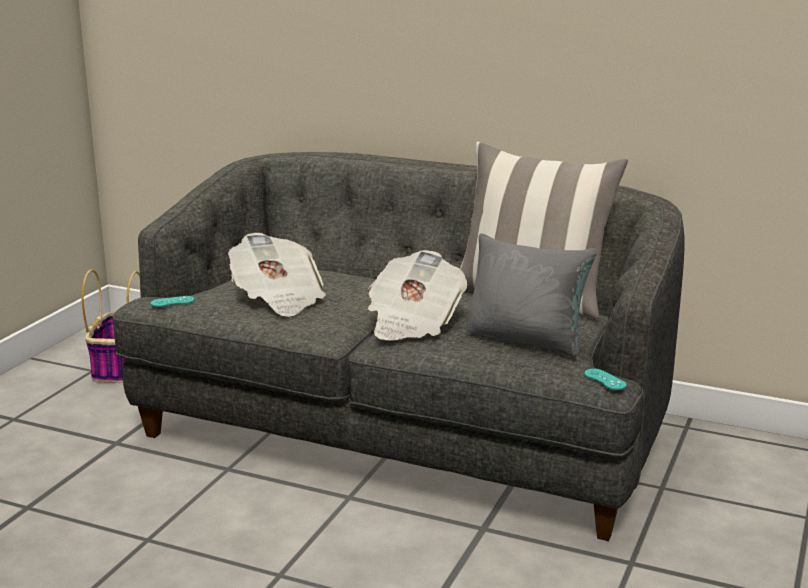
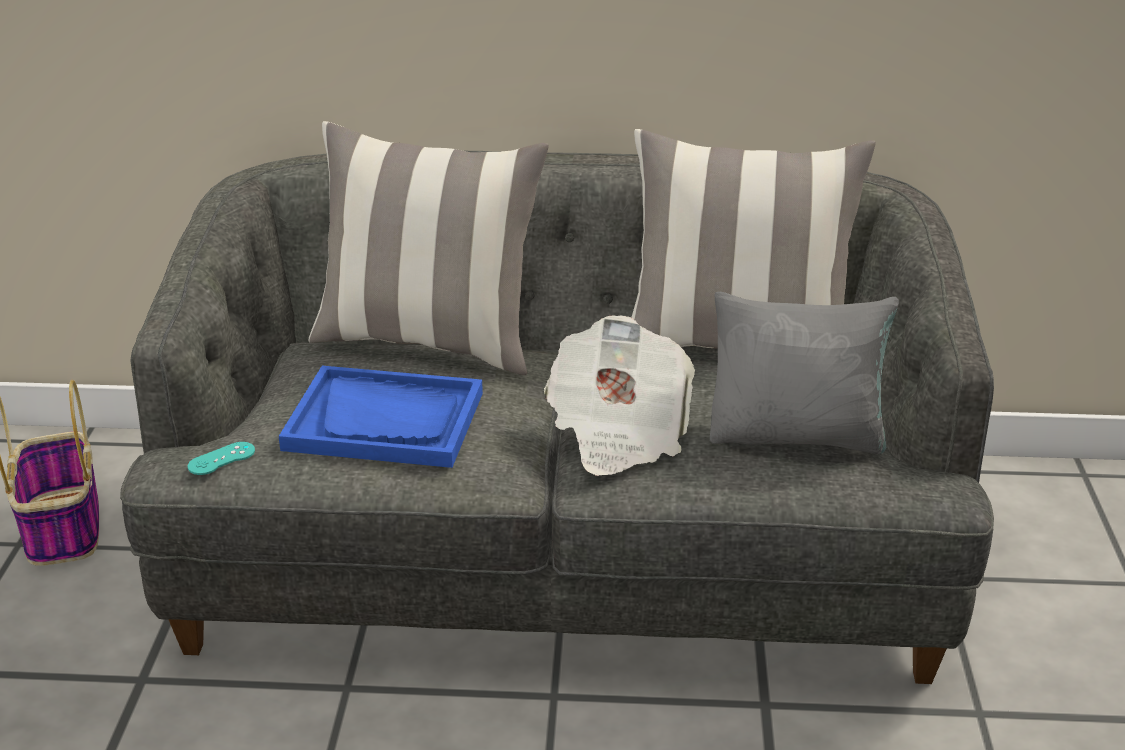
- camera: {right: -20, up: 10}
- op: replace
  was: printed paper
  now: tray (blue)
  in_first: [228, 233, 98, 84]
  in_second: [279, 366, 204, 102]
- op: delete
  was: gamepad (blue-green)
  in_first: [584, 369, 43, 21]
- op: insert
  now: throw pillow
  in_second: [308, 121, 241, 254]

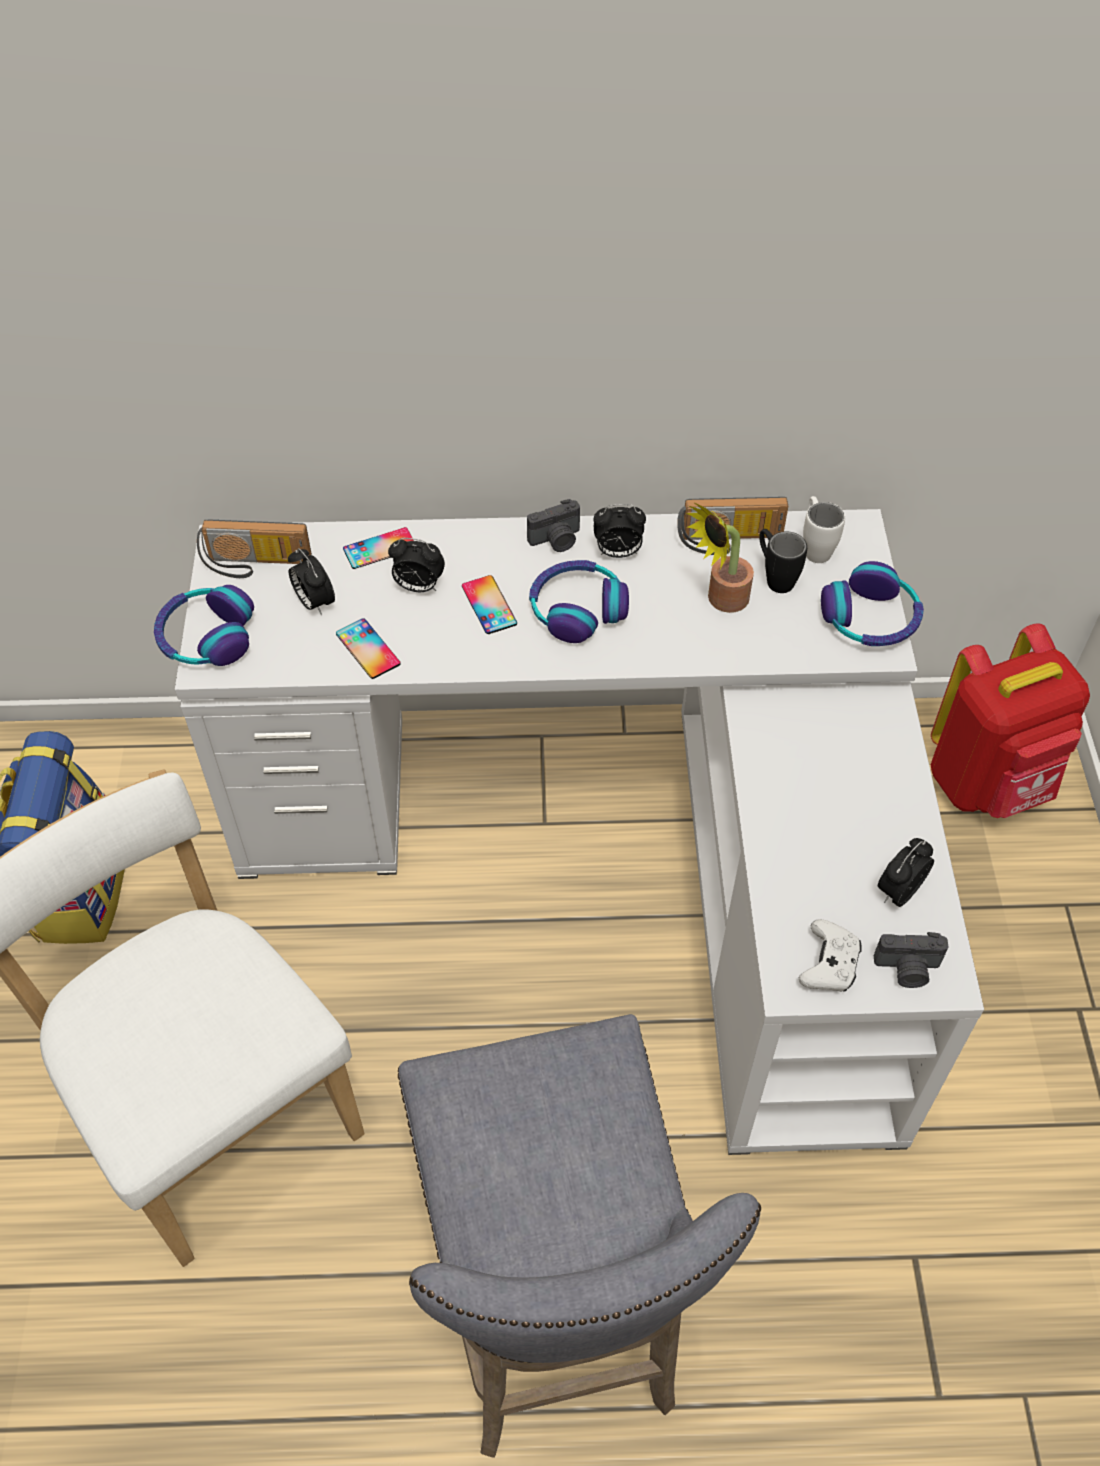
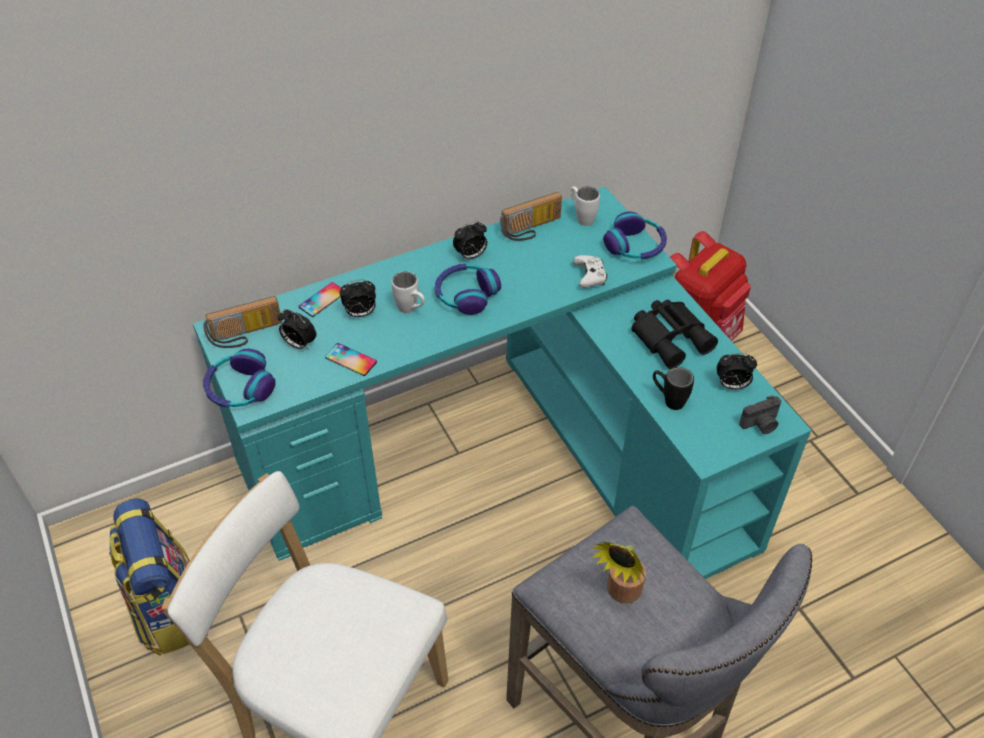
- camera: {right: -25, up: -5}
- op: delete
  was: photo camera
  in_first: [527, 499, 53, 53]
- op: move
  was: houseplant
  in_first: [686, 502, 68, 111]
  in_second: [591, 542, 55, 62]
- op: recolor
  was: desk table (white-coloured)
  now: desk table (blue-green)
  in_first: [175, 509, 809, 646]
  in_second: [193, 187, 618, 392]
- op: move
  was: mug (black)
  in_first: [759, 529, 48, 64]
  in_second: [653, 367, 41, 43]
- op: replace
  was: telephone
  now: mug (white-coloured)
  in_first: [462, 575, 55, 59]
  in_second: [392, 271, 33, 42]
- op: rotate
  was: bedside clock
  in_first: [878, 838, 56, 69]
  in_second: [717, 353, 40, 37]
  clockwise: -105
- op: move
  was: gamepad (white-coloured)
  in_first: [798, 919, 64, 73]
  in_second: [573, 255, 34, 33]
- op: insert
  now: field glasses (black)
  in_second: [631, 300, 87, 69]

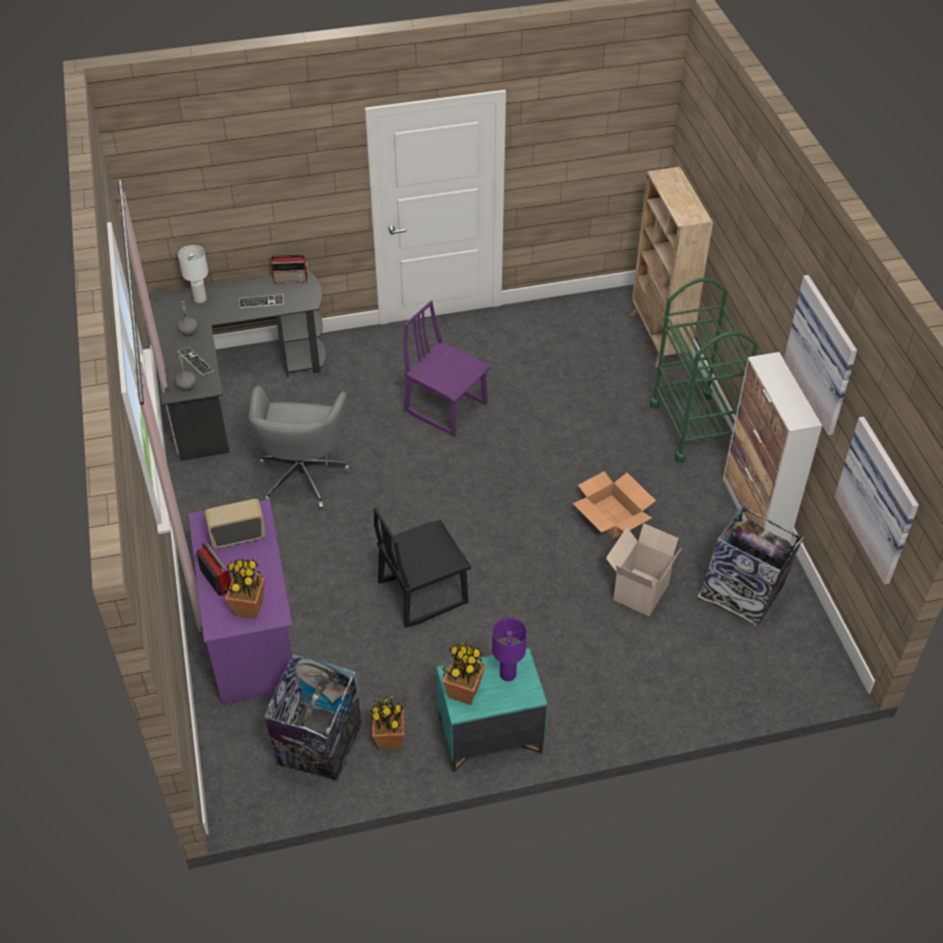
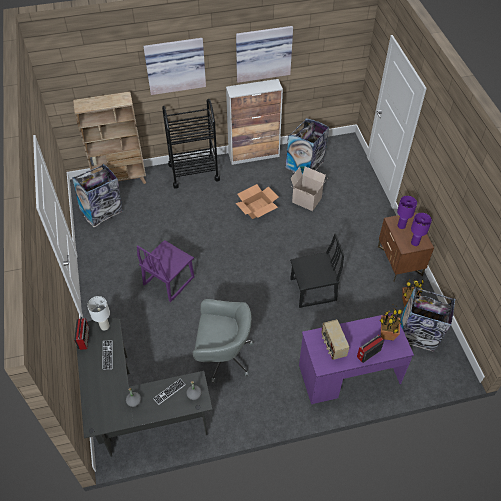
- camera: {right: -90, up: 5}
- op: move
  was: table lamp (white-coloured)
  in_first: [178, 245, 30, 58]
  in_second: [87, 296, 23, 35]
- op: recolor
  was: trolley (greenish)
  now: trolley (black)
  in_first: [650, 278, 108, 185]
  in_second: [162, 99, 58, 90]
- op: move
  was: wall picture
  in_first: [835, 417, 84, 168]
  in_second: [143, 38, 63, 57]
- op: rotate
  was: upright chair (black)
  in_first: [373, 507, 98, 121]
  in_second: [290, 233, 54, 75]
  clockwise: -75
- op: replace
  was: houseplant
  now: table lamp (purple)
  in_first: [443, 643, 42, 62]
  in_second: [411, 213, 21, 33]
- op: recolor
  was: nightstand (blue-green)
  now: nightstand (brown-coloured)
  in_first: [436, 648, 112, 125]
  in_second: [378, 212, 56, 70]
- op: insert
  now: waste bin
  in_second: [72, 164, 50, 63]

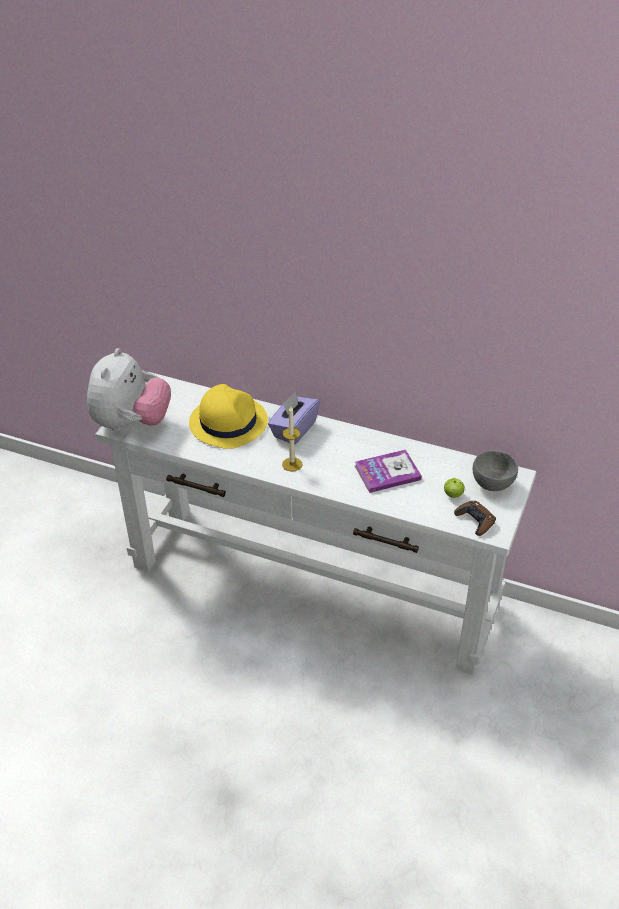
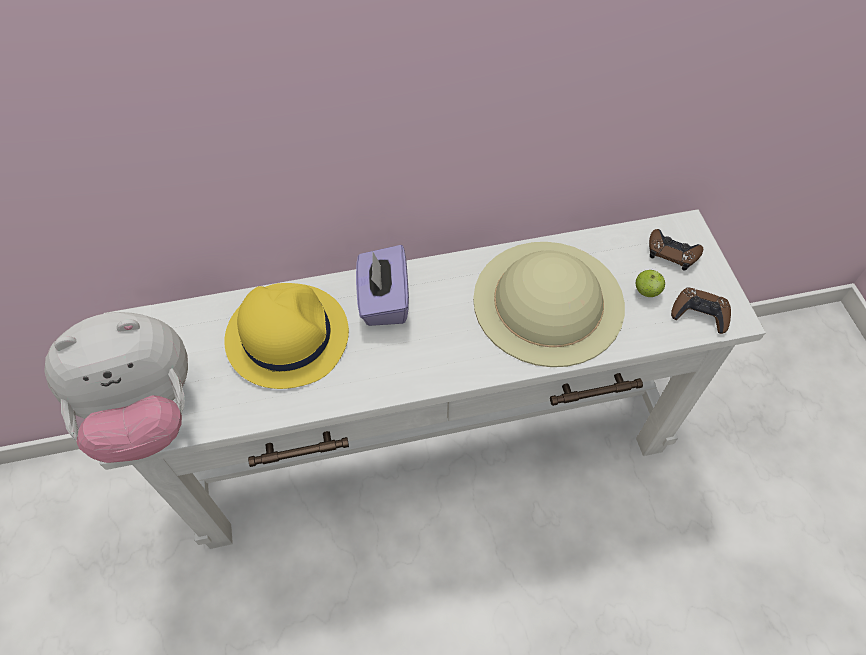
- camera: {right: -35, up: 15}
- op: rotate
  was: plush toy
  in_first: [87, 348, 84, 83]
  in_second: [44, 312, 144, 151]
  clockwise: 90
- op: delete
  was: wax candle
  in_first: [282, 406, 20, 66]
- op: replace
  was: volume
  now: hat (beige)
  in_first: [355, 449, 67, 44]
  in_second: [473, 242, 152, 125]
- op: replace
  was: bowl (grey)
  now: gamepad (brown-coloured)
  in_first: [473, 451, 45, 40]
  in_second: [649, 229, 54, 42]

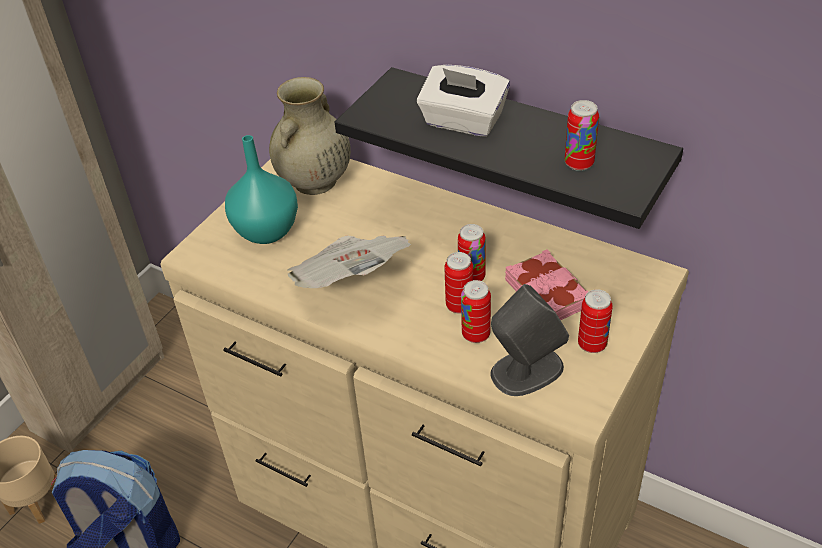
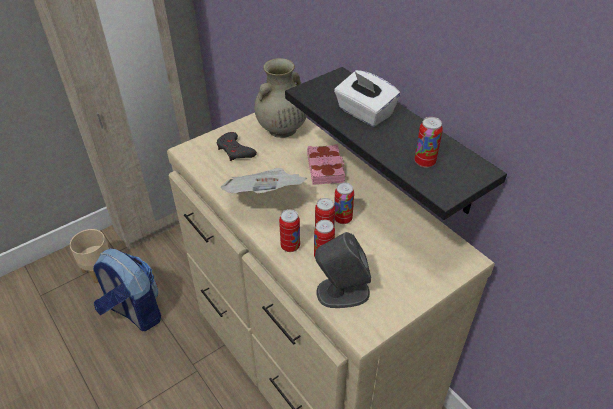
- camera: {right: 20, up: 0}
- op: replace
  was: flower vase (blue-green)
  now: gamepad (grey)
  in_first: [225, 135, 73, 109]
  in_second: [217, 132, 40, 29]
- op: move
  was: volume (pink)
  in_first: [505, 249, 83, 71]
  in_second: [307, 144, 38, 41]
- op: move
  was: sealed can
  in_first: [578, 289, 35, 64]
  in_second: [279, 209, 21, 43]

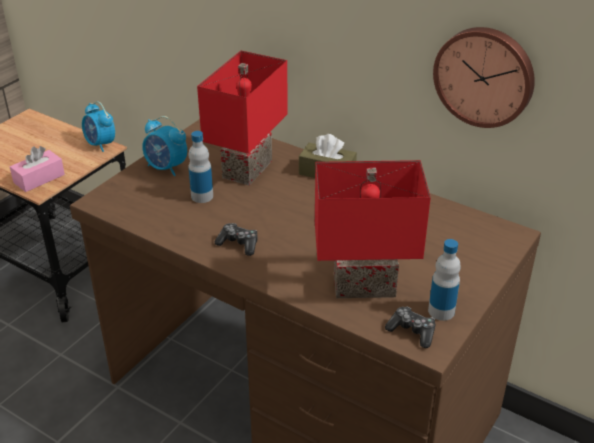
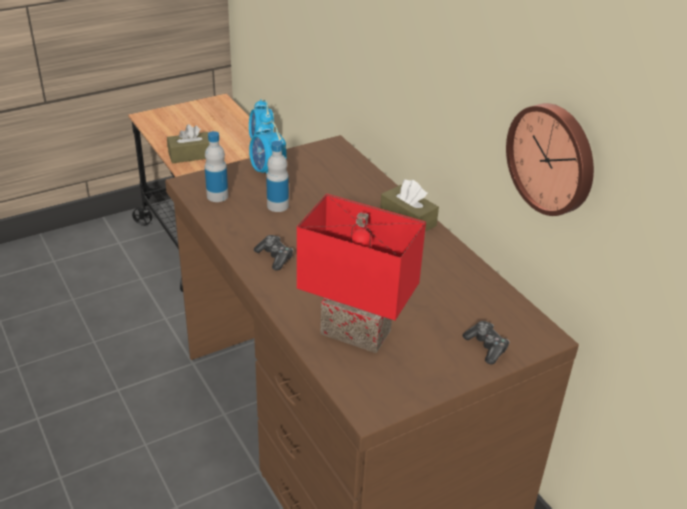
- camera: {right: 25, up: 0}
- op: delete
  was: table lamp (red-coloured)
  in_first: [197, 51, 91, 134]
- op: recolor
  was: tissue box (pink)
  now: tissue box (brown-coloured)
  in_first: [10, 146, 55, 46]
  in_second: [167, 124, 42, 39]
- op: move
  was: drink bottle
  in_first: [428, 239, 33, 82]
  in_second: [205, 131, 23, 71]
- op: move
  was: gamepad
  in_first: [385, 307, 51, 41]
  in_second: [462, 321, 48, 43]

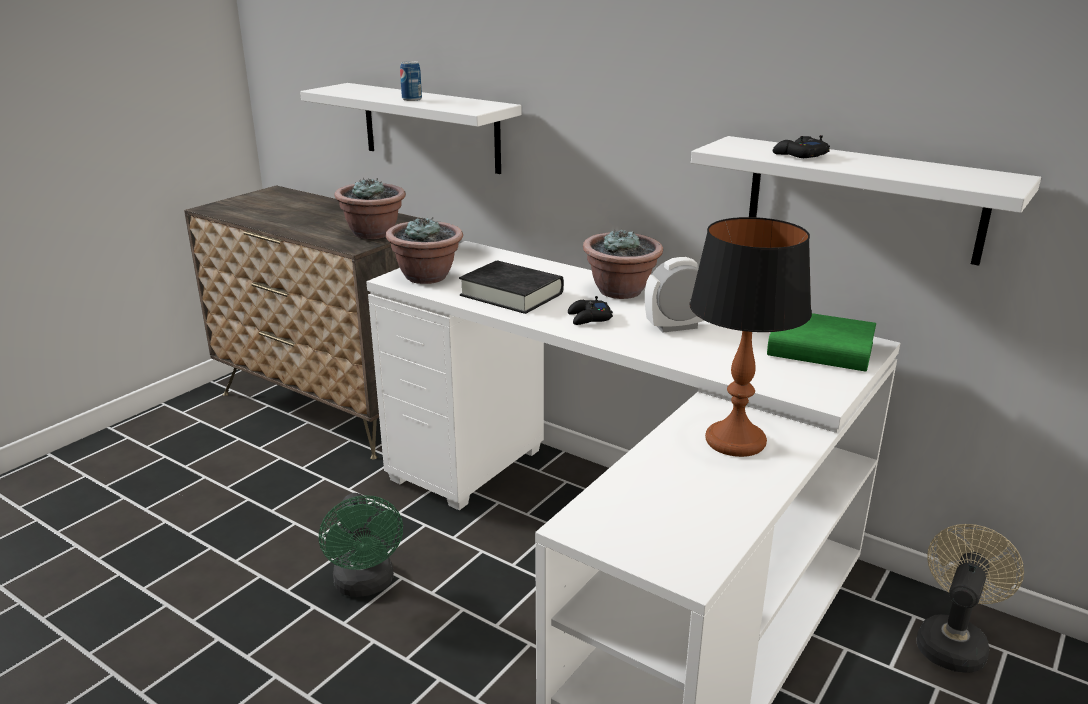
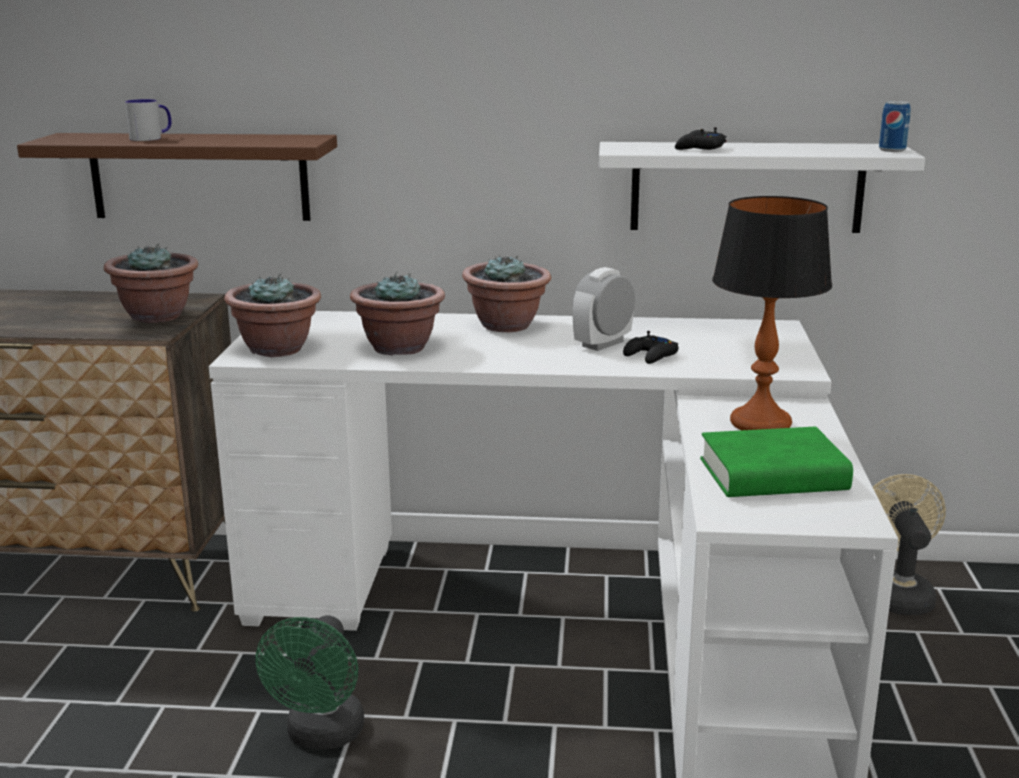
- camera: {right: -30, up: -5}
- op: move
  was: sealed can
  in_first: [400, 61, 22, 40]
  in_second: [879, 101, 31, 51]
- op: recolor
  was: bracket shelf (white-coloured)
  now: bracket shelf (brown-coloured)
  in_first: [300, 83, 222, 91]
  in_second: [17, 133, 320, 88]
- op: replace
  was: volume (black)
  now: houseplant
  in_first: [459, 261, 105, 53]
  in_second: [350, 272, 95, 84]
- op: move
  was: gamepad (black)
  in_first: [568, 296, 45, 29]
  in_second: [623, 331, 56, 33]
- op: move
  was: volume (greenish)
  in_first: [767, 313, 109, 59]
  in_second: [700, 427, 153, 70]
- op: rotate
  was: cooling fan (greenish)
  in_first: [319, 493, 84, 104]
  in_second: [256, 615, 108, 135]
  clockwise: 60
- op: insert
  now: mug
  in_second: [125, 99, 46, 42]

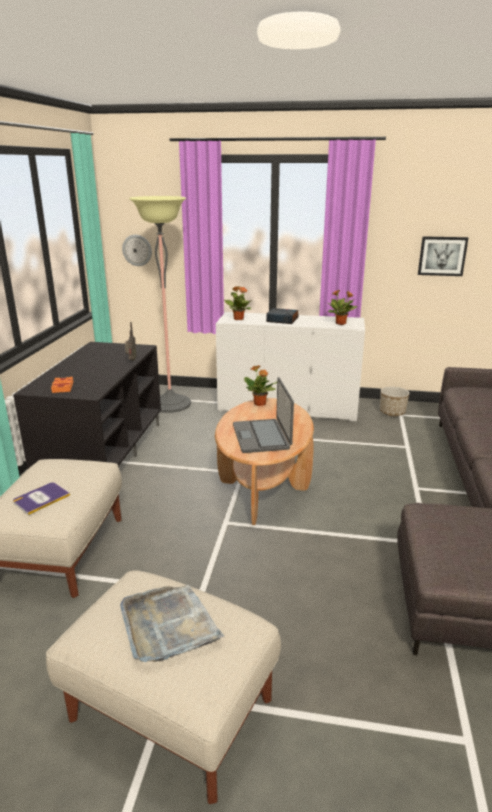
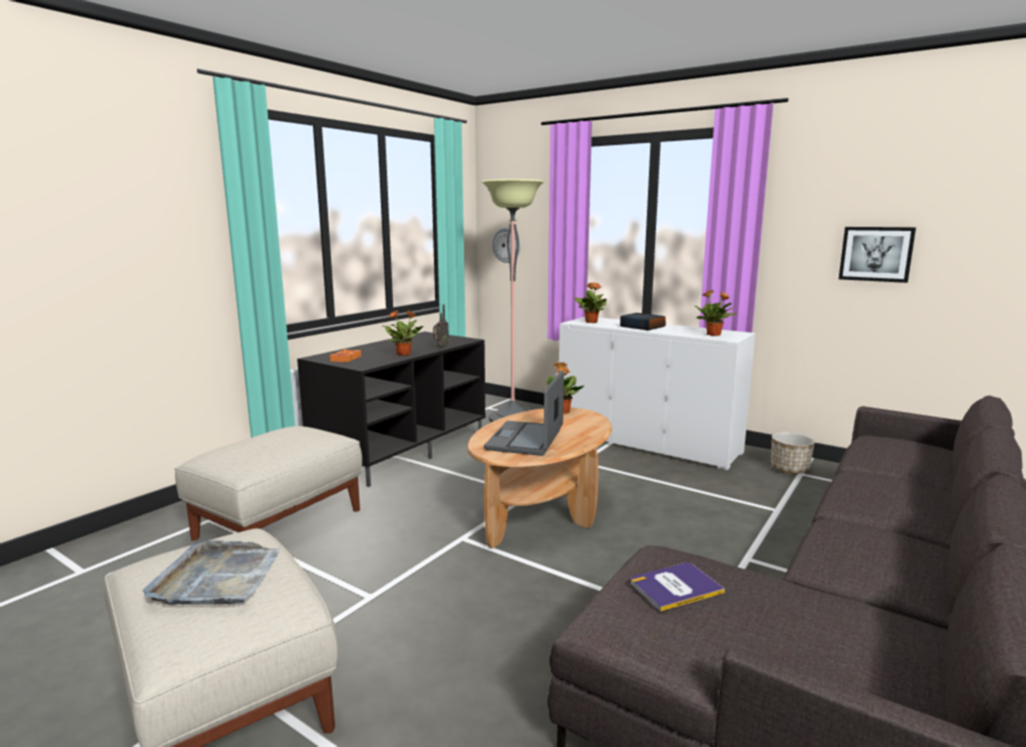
- camera: {right: 25, up: -10}
- op: move
  was: volume
  in_first: [13, 482, 57, 33]
  in_second: [631, 563, 94, 49]
- op: insert
  now: houseplant
  in_second: [382, 310, 41, 46]

